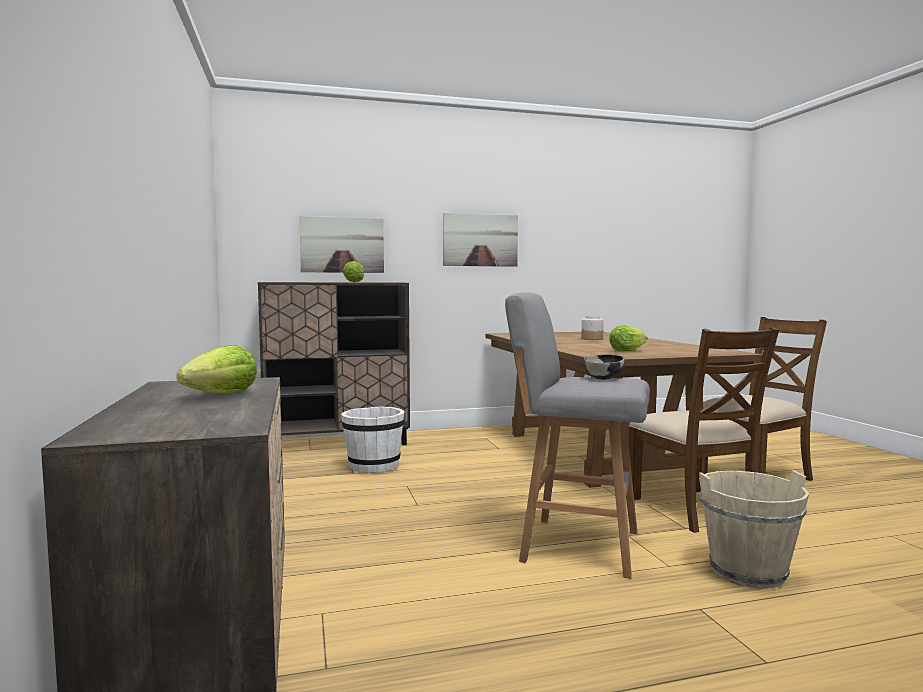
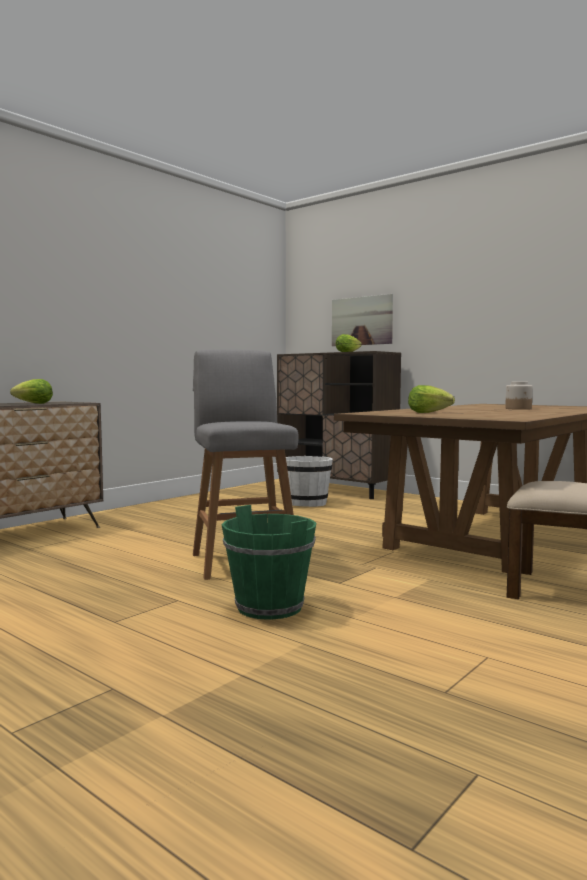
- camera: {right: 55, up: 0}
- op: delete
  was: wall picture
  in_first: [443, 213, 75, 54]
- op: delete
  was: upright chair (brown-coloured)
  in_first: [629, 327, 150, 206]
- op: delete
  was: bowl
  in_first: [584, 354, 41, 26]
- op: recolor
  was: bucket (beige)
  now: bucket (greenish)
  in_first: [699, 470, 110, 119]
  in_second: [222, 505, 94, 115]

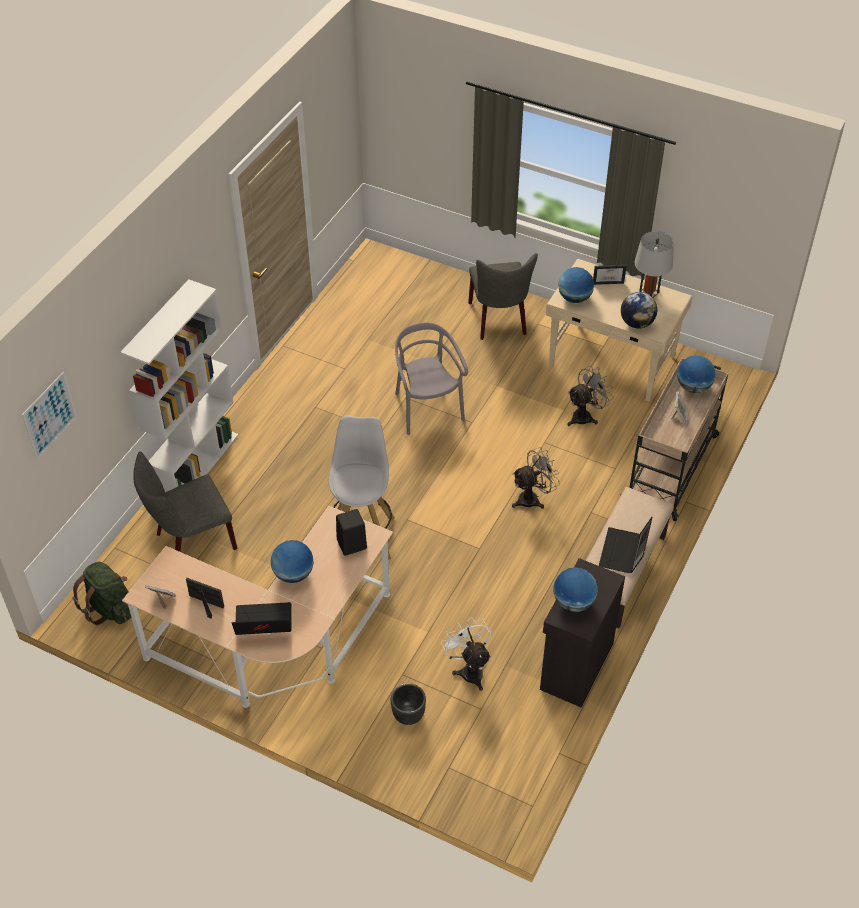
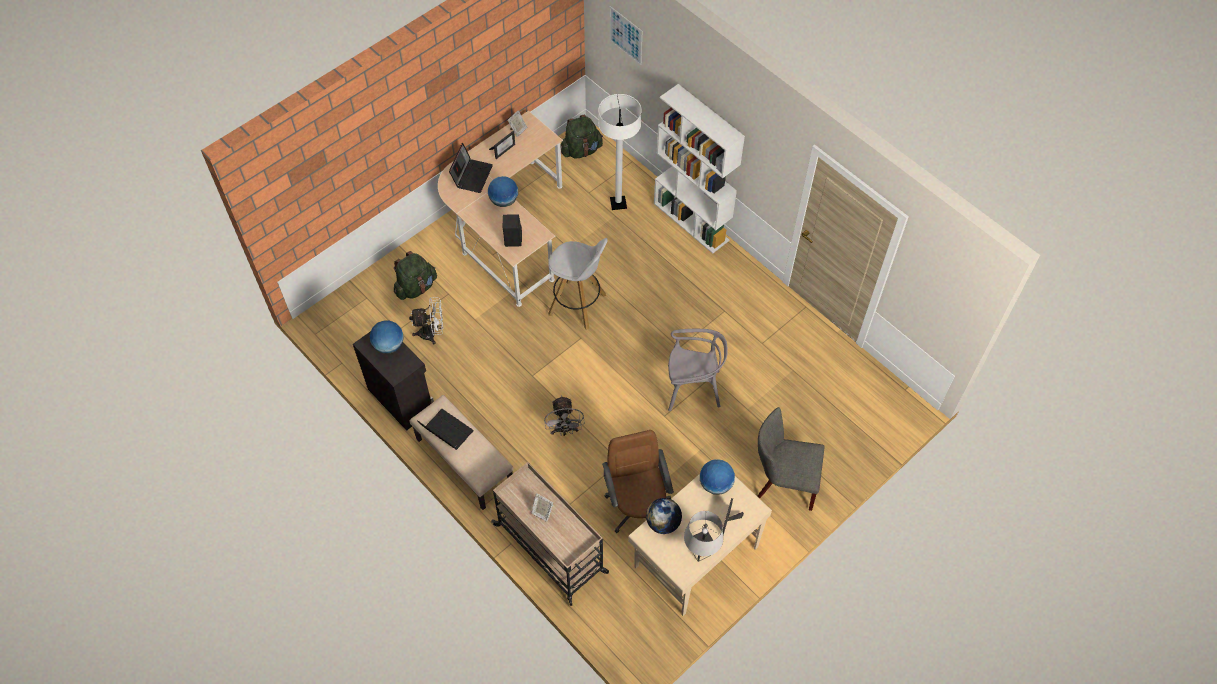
- camera: {right: 110, up: 10}
- op: delete
  was: globe
  in_first: [677, 356, 39, 37]
- op: replace
  was: cooling fan (grey)
  now: office chair (brown-coloured)
  in_first: [568, 366, 46, 60]
  in_second: [602, 430, 72, 103]
- op: replace
  was: upright chair (grey)
  now: floor lamp (white-coloured)
  in_first: [133, 452, 104, 100]
  in_second: [598, 94, 44, 116]
- op: replace
  was: flower pot (black)
  now: backpack (greenish)
  in_first: [391, 683, 35, 42]
  in_second: [394, 251, 43, 49]

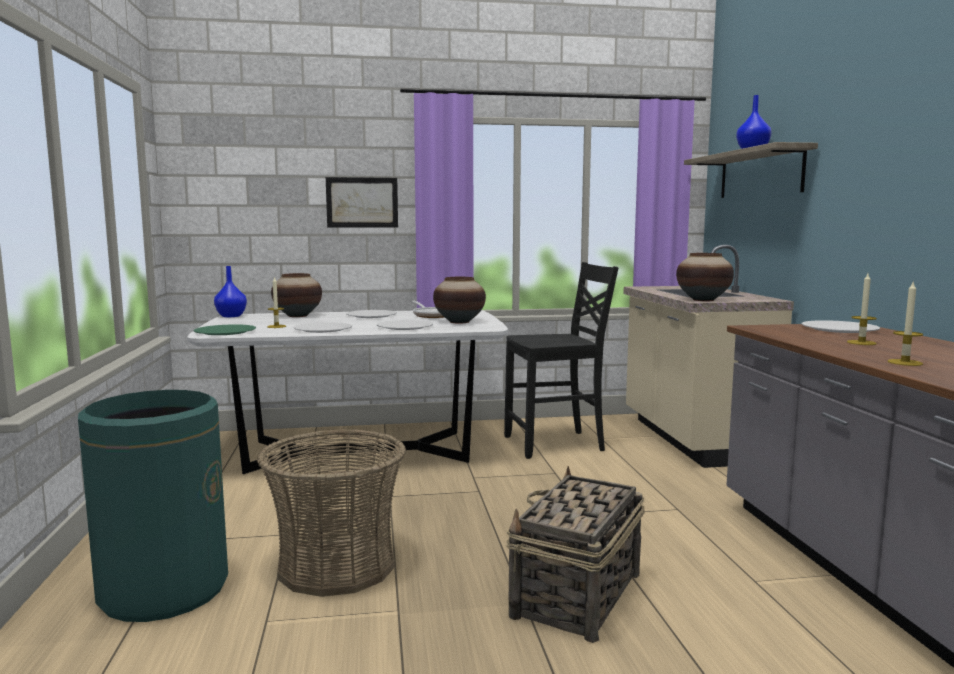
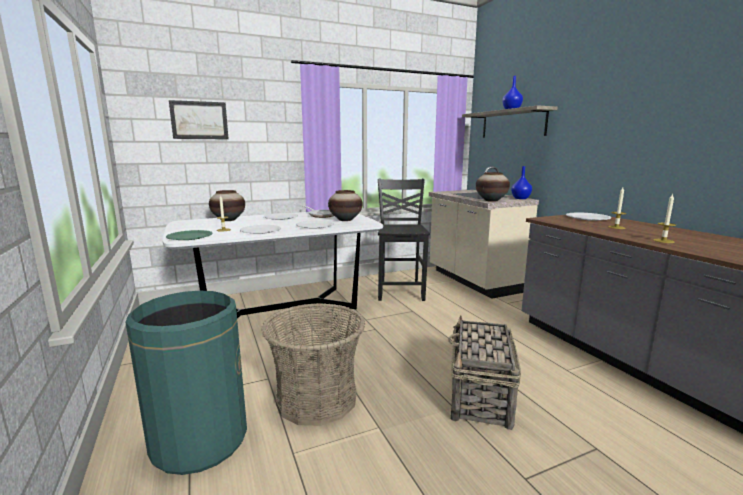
- camera: {right: -15, up: 5}
- op: move
  was: wall picture
  in_first: [326, 177, 72, 50]
  in_second: [169, 100, 60, 39]
- op: rotate
  was: upright chair (black)
  in_first: [504, 262, 115, 197]
  in_second: [378, 179, 52, 122]
  clockwise: -60
- op: move
  was: flower vase (blue)
  in_first: [214, 266, 33, 51]
  in_second: [511, 166, 21, 33]

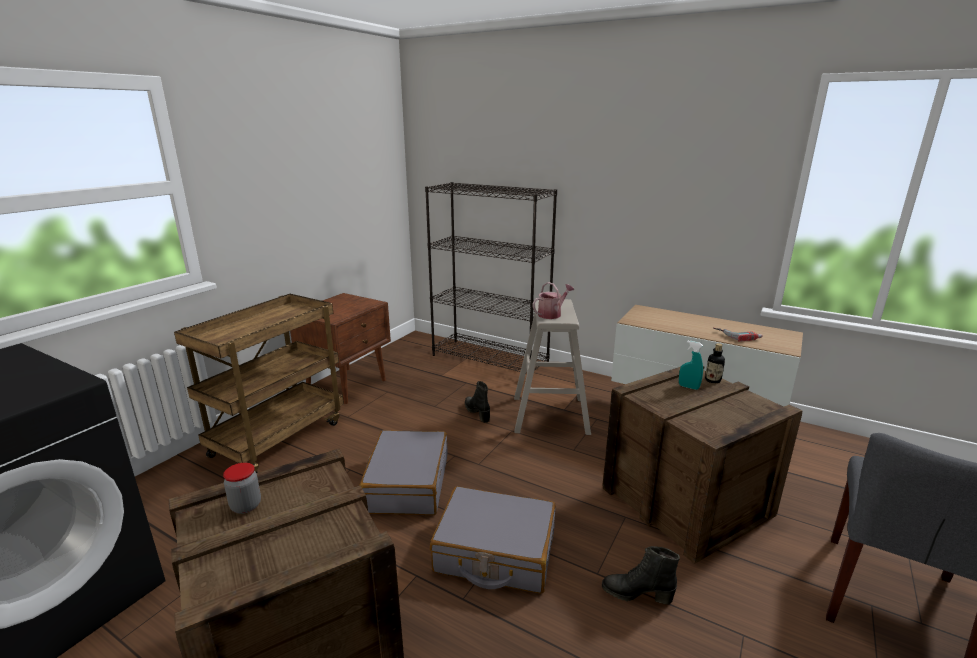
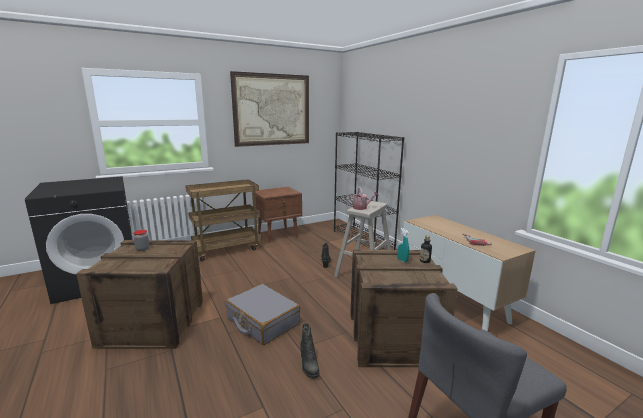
- camera: {right: 30, up: -5}
- op: delete
  was: suitcase (grey)
  in_first: [359, 430, 89, 85]
- op: rotate
  was: tall boot (black)
  in_first: [602, 546, 78, 58]
  in_second: [301, 323, 19, 56]
  clockwise: -150
- op: insert
  now: wall picture
  in_second: [230, 71, 79, 76]

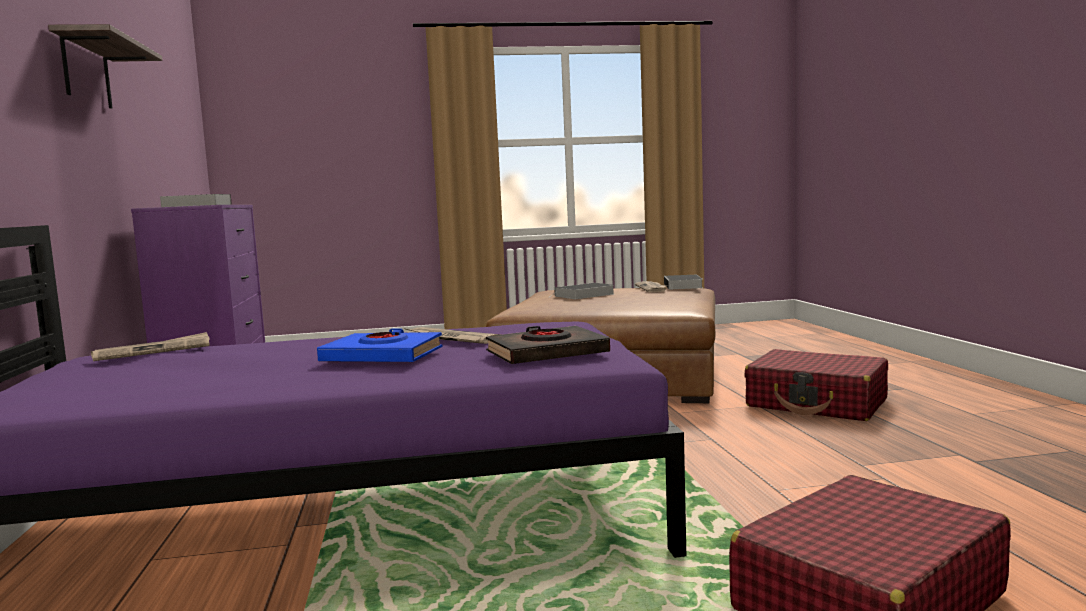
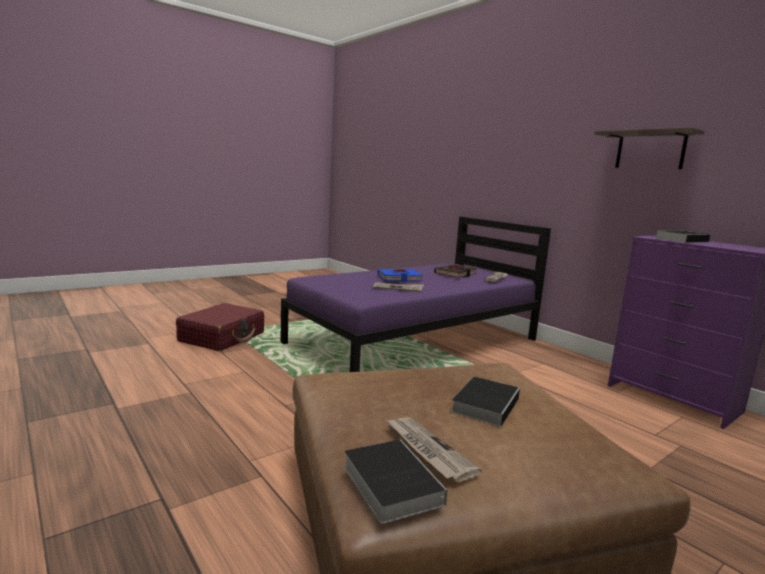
- camera: {right: 150, up: 5}
- op: move
  was: volume (black)
  in_first: [486, 326, 124, 38]
  in_second: [434, 264, 42, 14]
- op: delete
  was: suitcase (red-coloured)
  in_first: [744, 349, 144, 72]

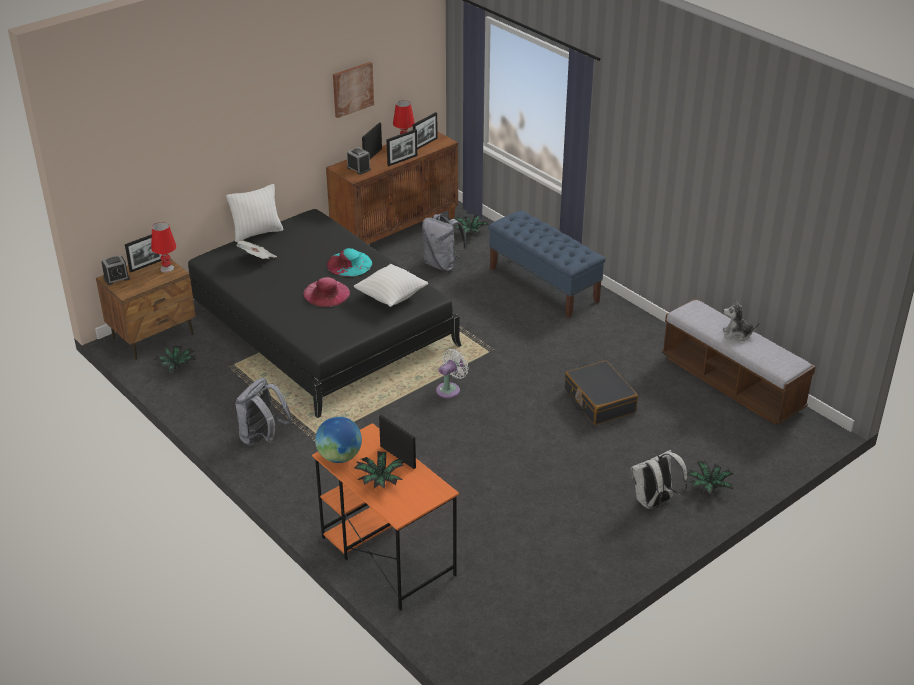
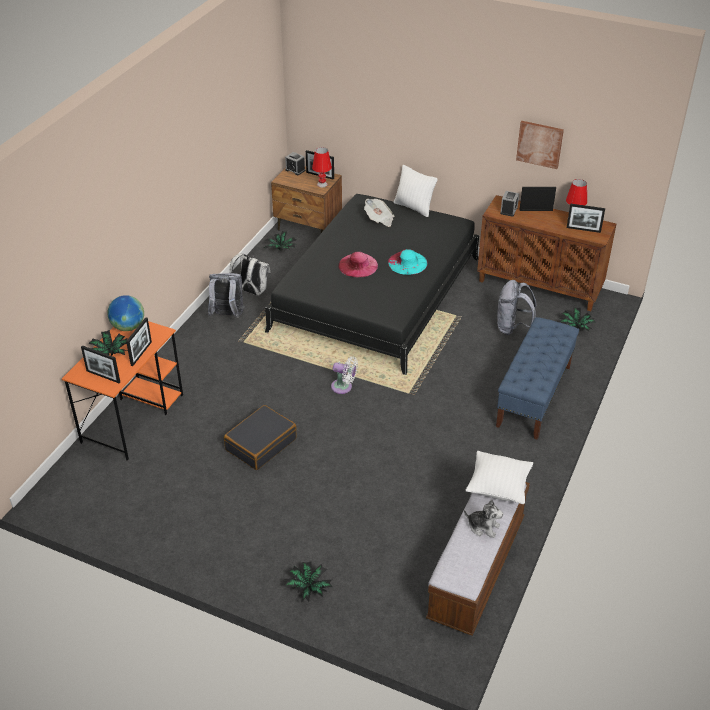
- camera: {right: 65, up: 5}
- op: move
  was: picture frame
  in_first: [387, 129, 30, 37]
  in_second: [81, 345, 39, 38]
- op: move
  was: throw pillow (white-coloured)
  in_first: [354, 264, 74, 43]
  in_second: [466, 451, 67, 53]
- op: rotate
  was: plush toy
  in_first: [723, 300, 37, 41]
  in_second: [464, 499, 39, 39]
  clockwise: 135
- op: move
  was: suitcase (black)
  in_first: [565, 360, 73, 65]
  in_second: [224, 405, 73, 65]
- op: move
  was: backpack (white-coloured)
  in_first: [631, 450, 56, 59]
  in_second: [230, 253, 41, 43]

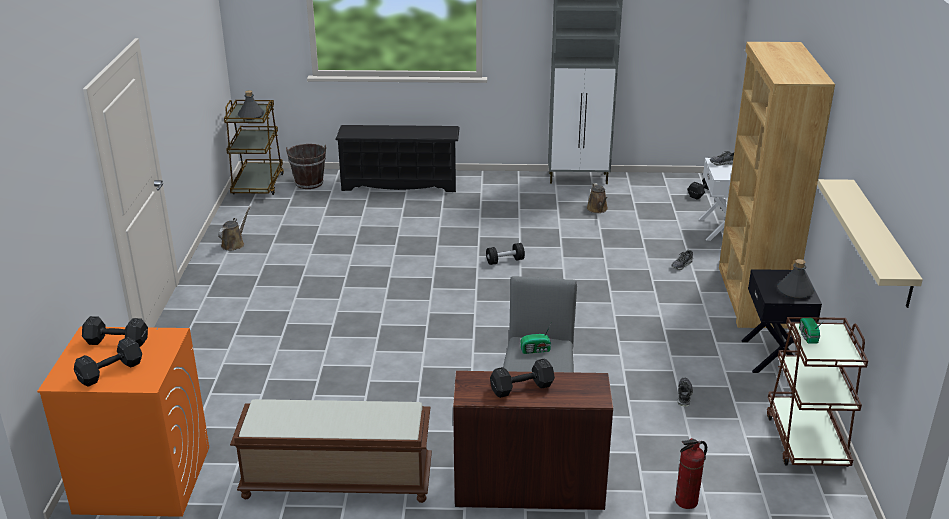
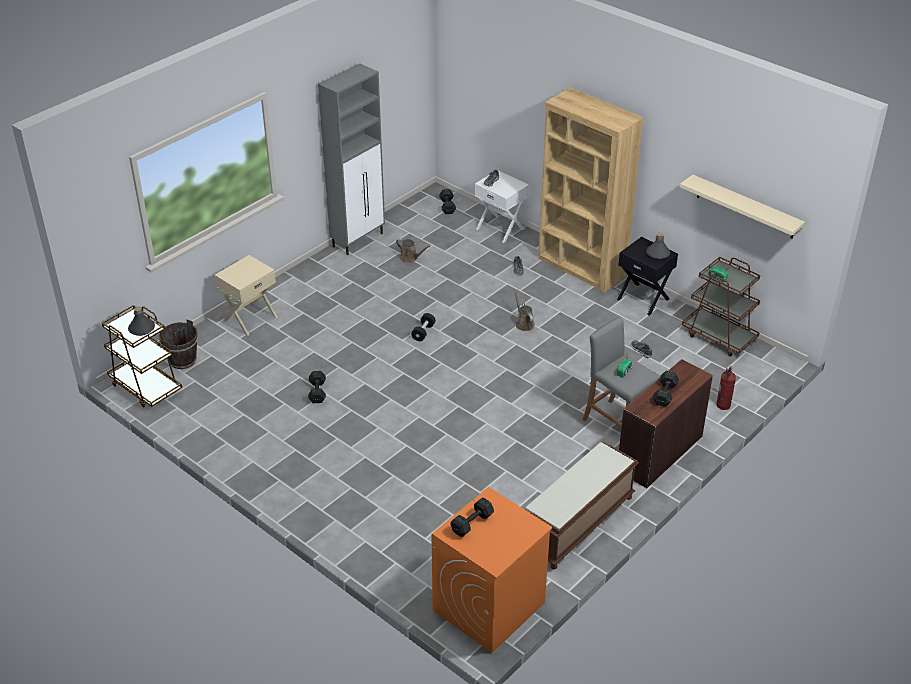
- camera: {right: -50, up: 10}
- op: replace
  was: shoe shelf (black)
  now: nightstand (beige)
  in_first: [335, 125, 125, 67]
  in_second: [214, 255, 63, 81]
- op: move
  was: watering pot (brown-coloured)
  in_first: [218, 207, 33, 43]
  in_second: [514, 290, 21, 41]
- op: move
  was: free weight (black)
  in_first: [74, 337, 68, 50]
  in_second: [308, 371, 18, 32]

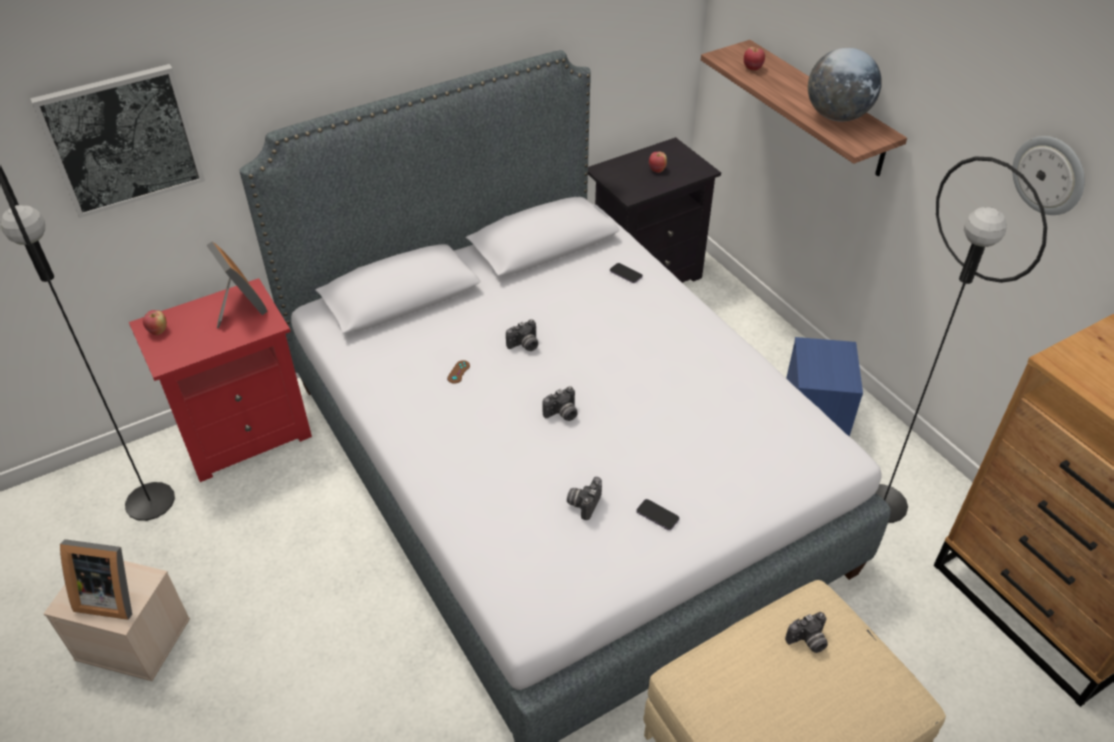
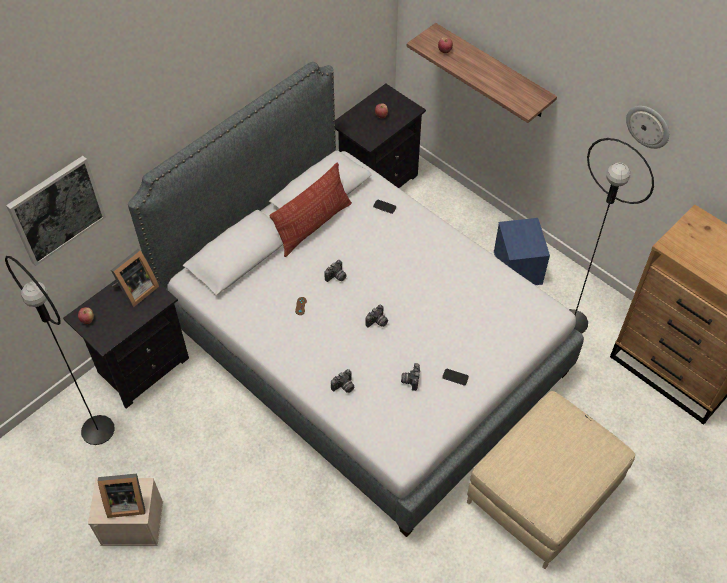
- camera: {right: -15, up: 10}
- op: delete
  was: globe
  in_first: [808, 48, 74, 74]
- op: rotate
  was: picture frame
  in_first: [206, 242, 62, 86]
  in_second: [111, 249, 48, 59]
  clockwise: 90
- op: recolor
  was: nightstand (red-coloured)
  now: nightstand (black)
  in_first: [129, 278, 183, 204]
  in_second: [63, 280, 126, 128]
- op: move
  was: photo camera
  in_first: [785, 612, 43, 41]
  in_second: [331, 369, 23, 24]
- op: insert
  now: throw pillow
  in_second: [269, 162, 83, 95]

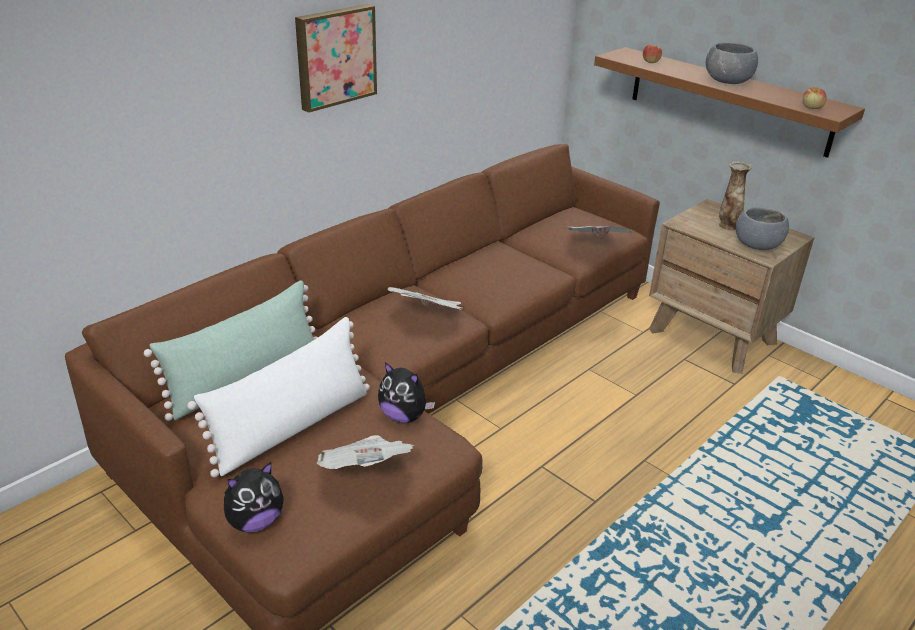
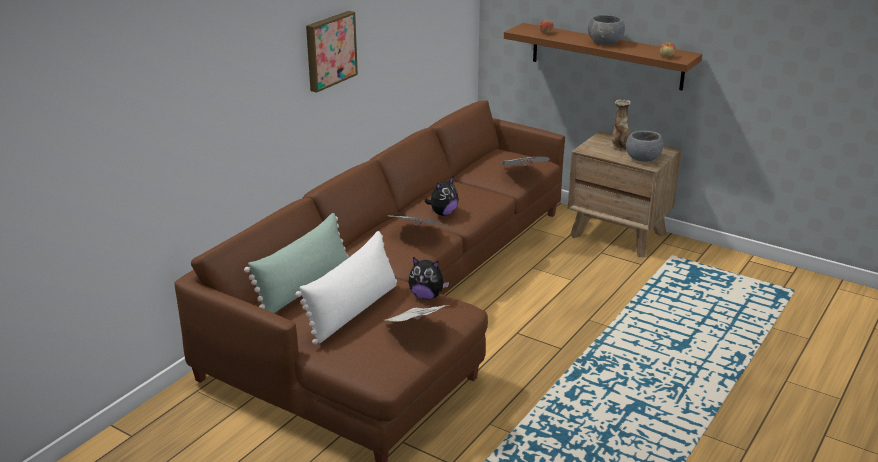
- camera: {right: -10, up: -5}
- op: move
  was: plush toy
  in_first: [224, 462, 60, 70]
  in_second: [425, 177, 34, 39]

